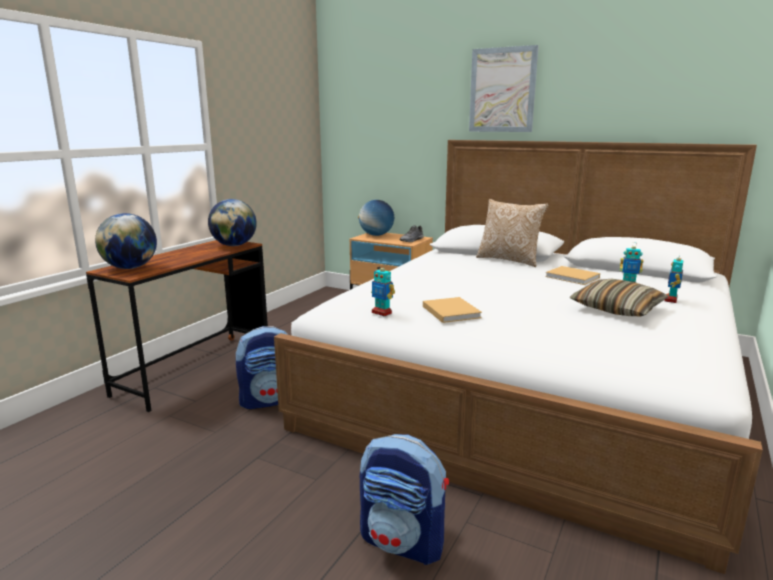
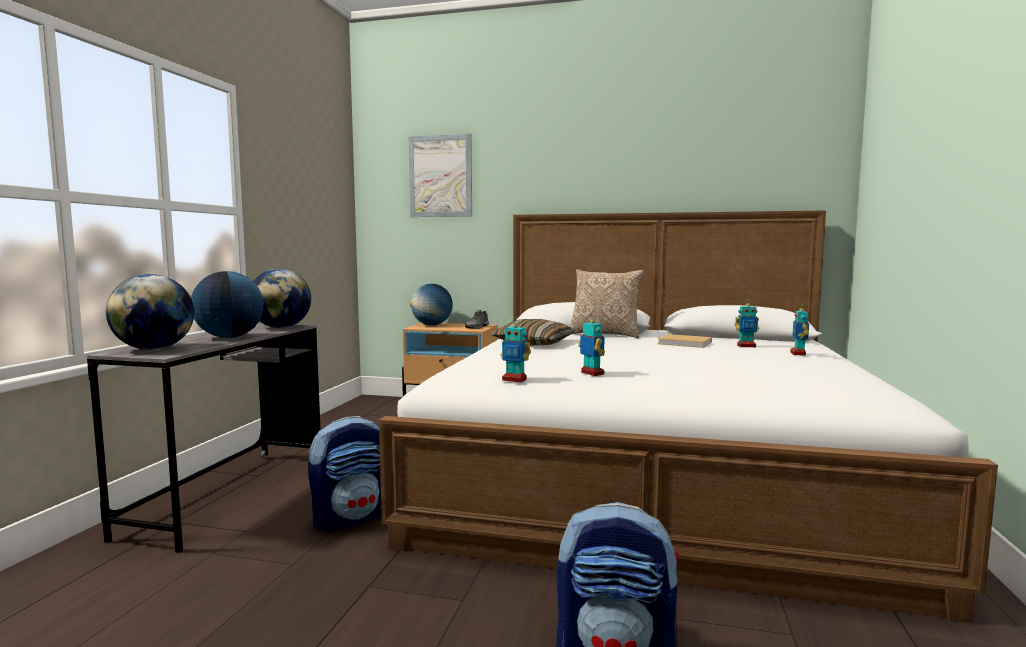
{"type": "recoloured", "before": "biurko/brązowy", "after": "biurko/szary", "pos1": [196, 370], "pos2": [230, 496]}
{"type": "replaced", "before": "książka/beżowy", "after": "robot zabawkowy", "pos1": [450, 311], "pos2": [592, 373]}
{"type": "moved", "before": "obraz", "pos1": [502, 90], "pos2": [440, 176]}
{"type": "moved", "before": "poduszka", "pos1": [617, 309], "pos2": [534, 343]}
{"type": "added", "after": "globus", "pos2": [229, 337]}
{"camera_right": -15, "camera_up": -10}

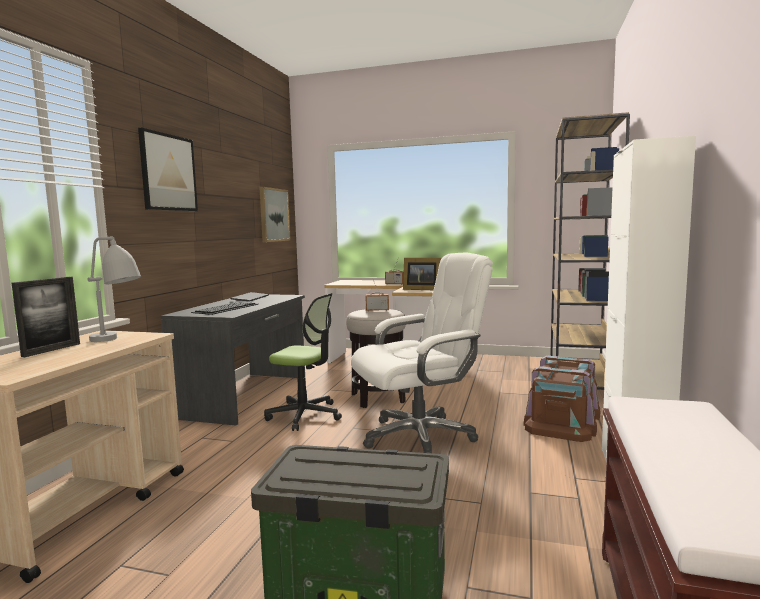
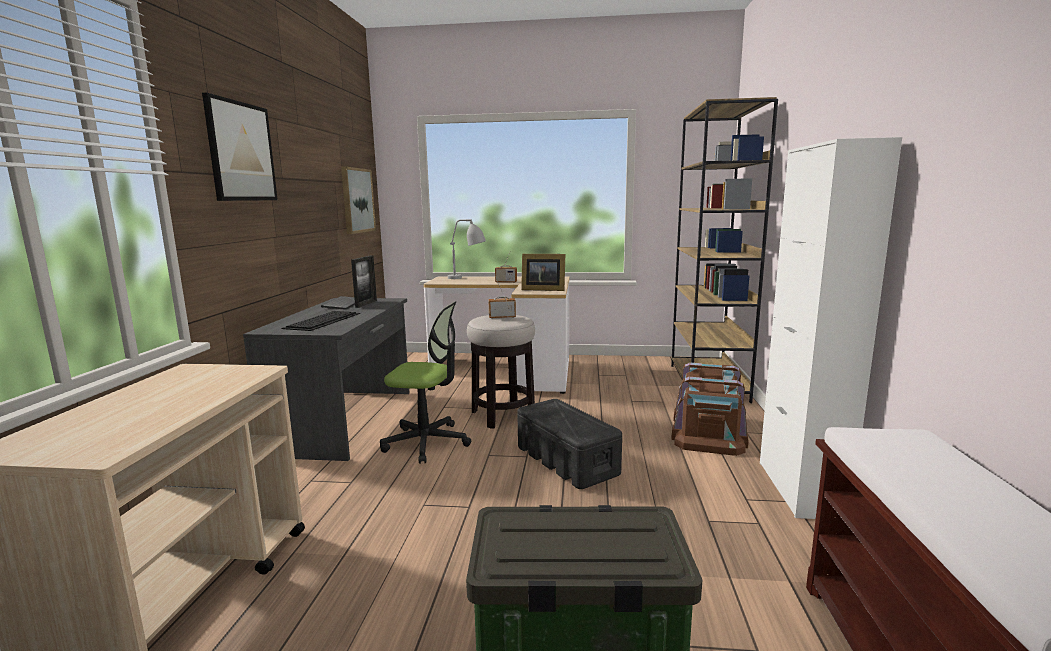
{"type": "moved", "before": "ramka na zdjęcie", "pos1": [52, 350], "pos2": [366, 304]}
{"type": "moved", "before": "lampa stołowa/szary", "pos1": [118, 342], "pos2": [468, 278]}
{"type": "replaced", "before": "krzesło biurowe/biały", "after": "pojemnik do przechowywania/czarny", "pos1": [420, 436], "pos2": [567, 461]}
{"camera_right": -10, "camera_up": 5}

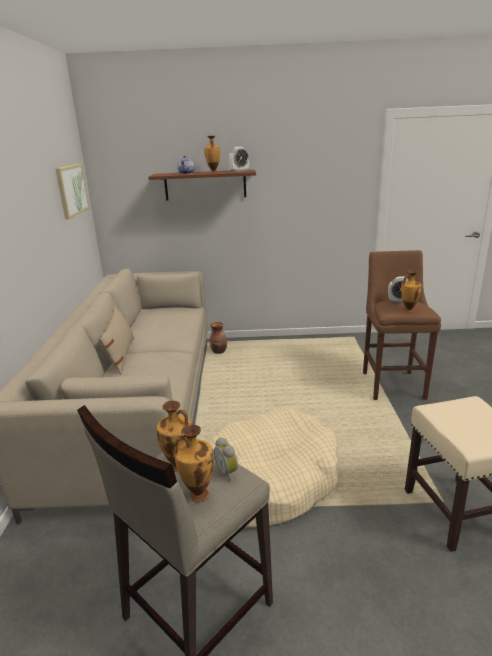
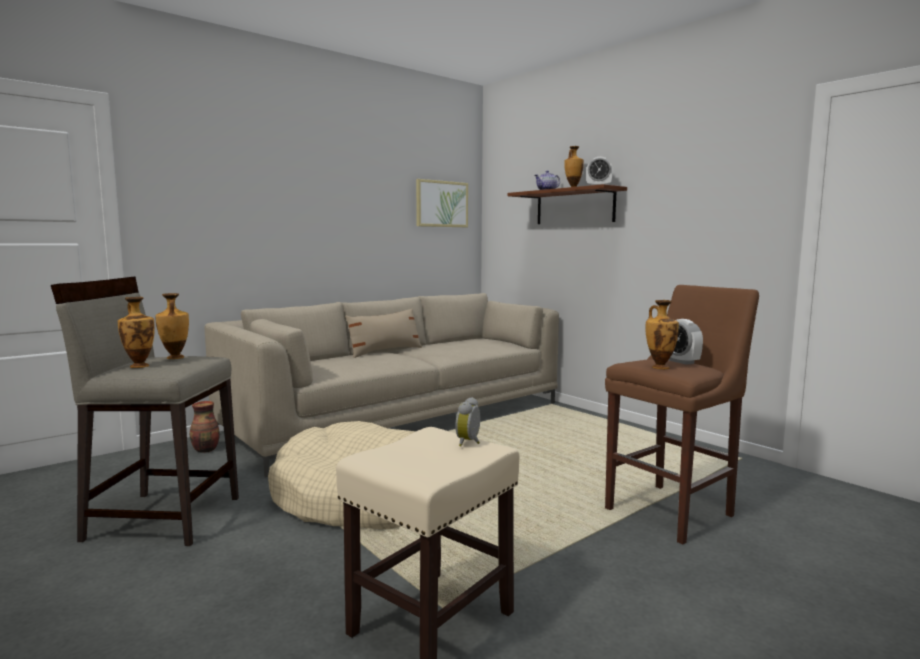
{"type": "moved", "before": "wazon", "pos1": [219, 351], "pos2": [206, 450]}
{"type": "moved", "before": "budzik", "pos1": [228, 472], "pos2": [470, 442]}
{"camera_right": 50, "camera_up": -15}

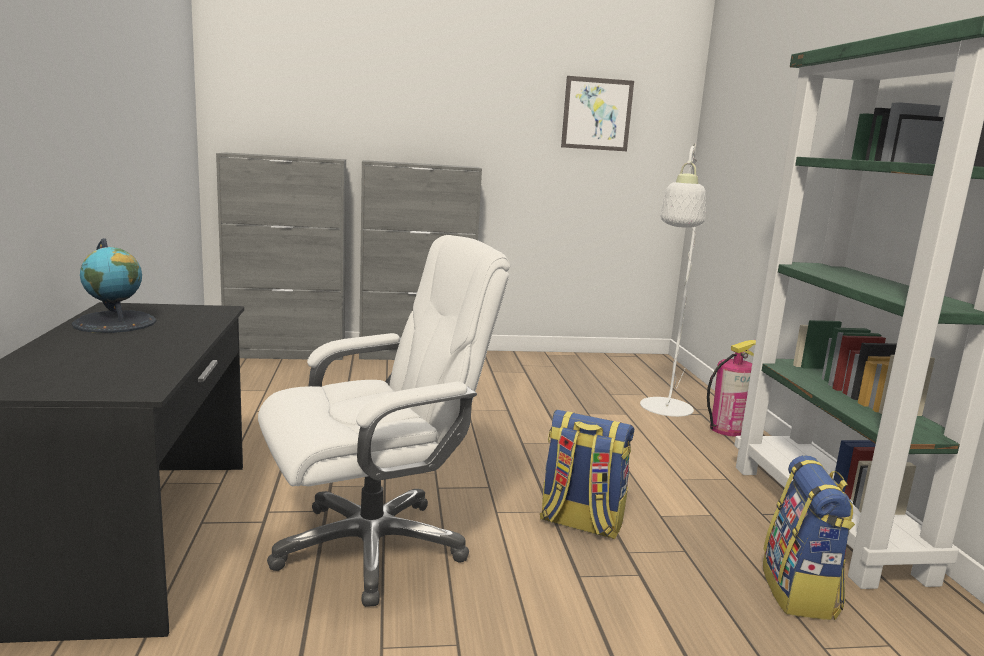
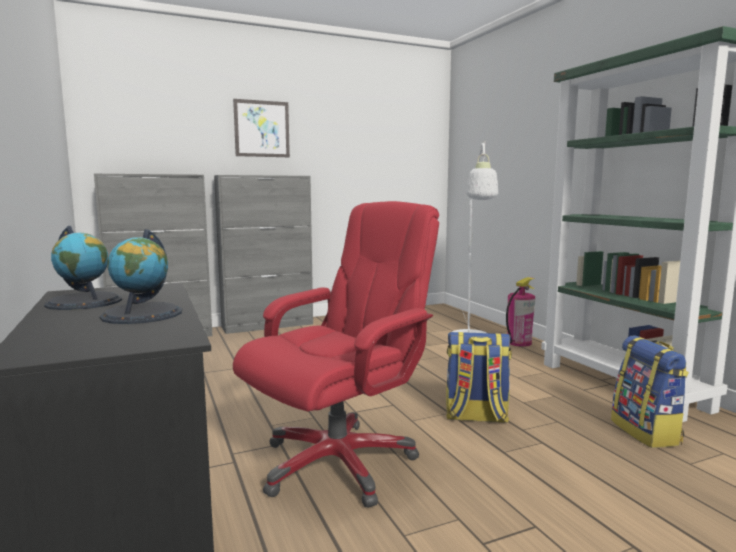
{"type": "recoloured", "before": "krzesło biurowe/biały", "after": "krzesło biurowe/czerwony", "pos1": [373, 546], "pos2": [338, 462]}
{"type": "moved", "before": "obraz", "pos1": [597, 114], "pos2": [262, 129]}
{"type": "added", "after": "globus", "pos2": [142, 314]}
{"camera_right": -15, "camera_up": -5}

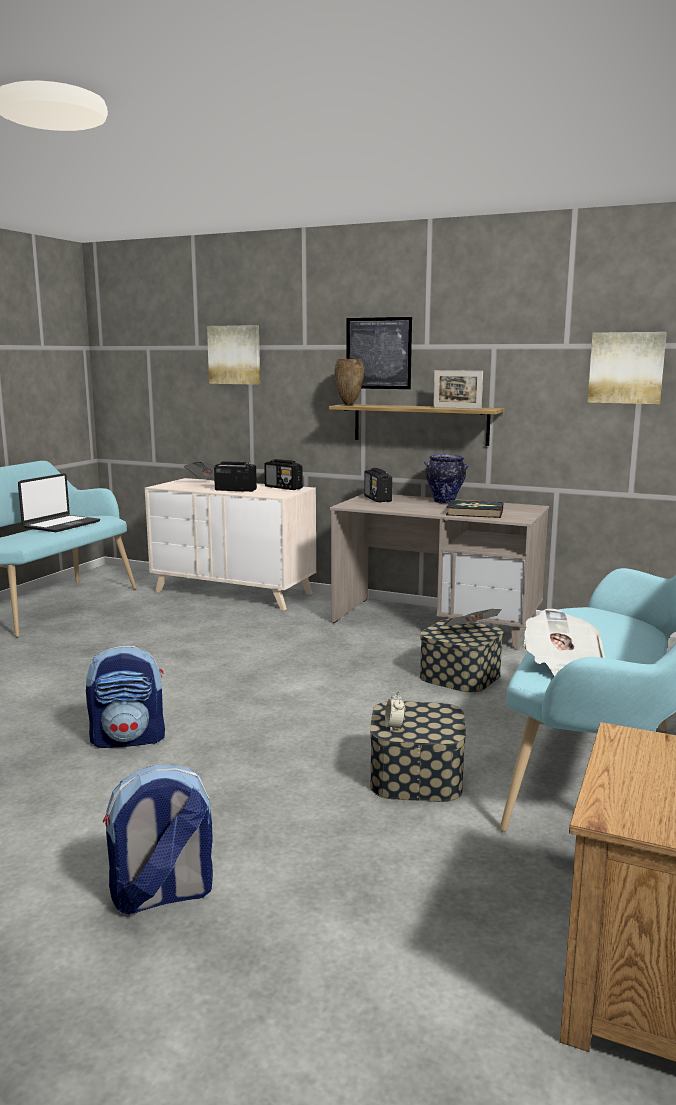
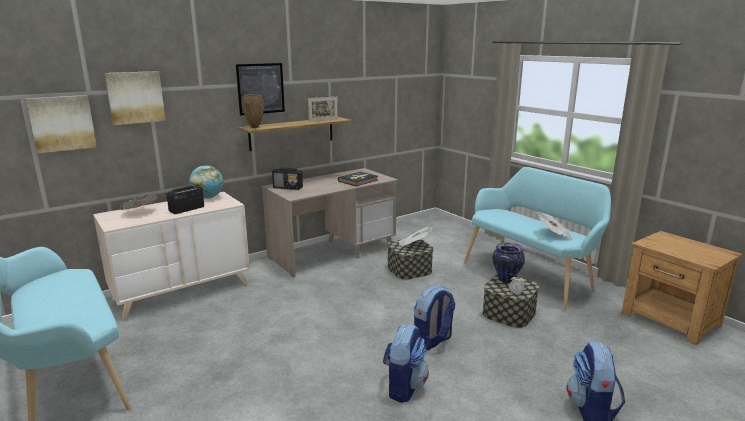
{"type": "removed", "before": "laptop", "pos1": [61, 525]}
{"type": "replaced", "before": "radio", "after": "globus", "pos1": [283, 488], "pos2": [208, 198]}
{"type": "moved", "before": "wazon", "pos1": [445, 501], "pos2": [506, 279]}
{"type": "moved", "before": "obraz", "pos1": [626, 368], "pos2": [62, 123]}
{"type": "added", "after": "plecak", "pos2": [432, 341]}
{"camera_right": -60, "camera_up": 5}

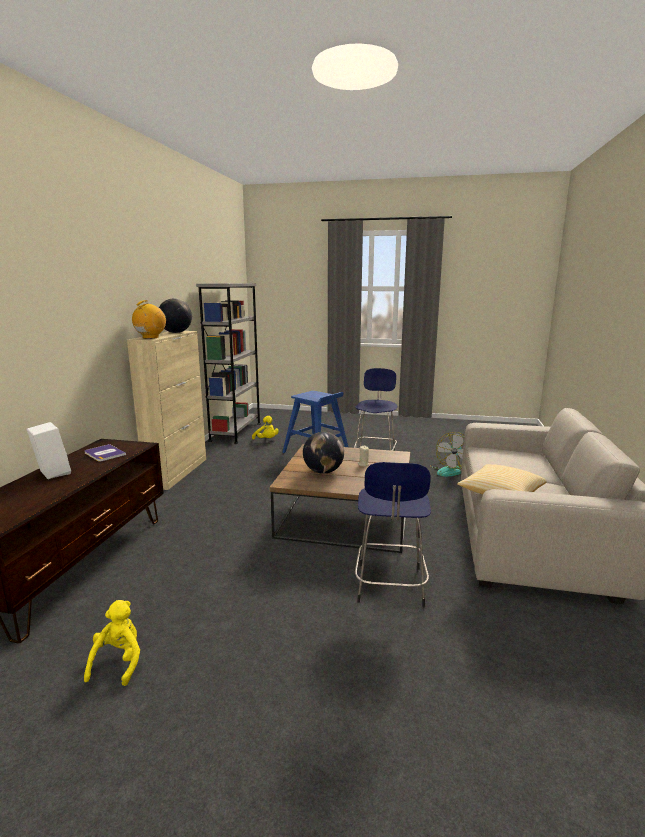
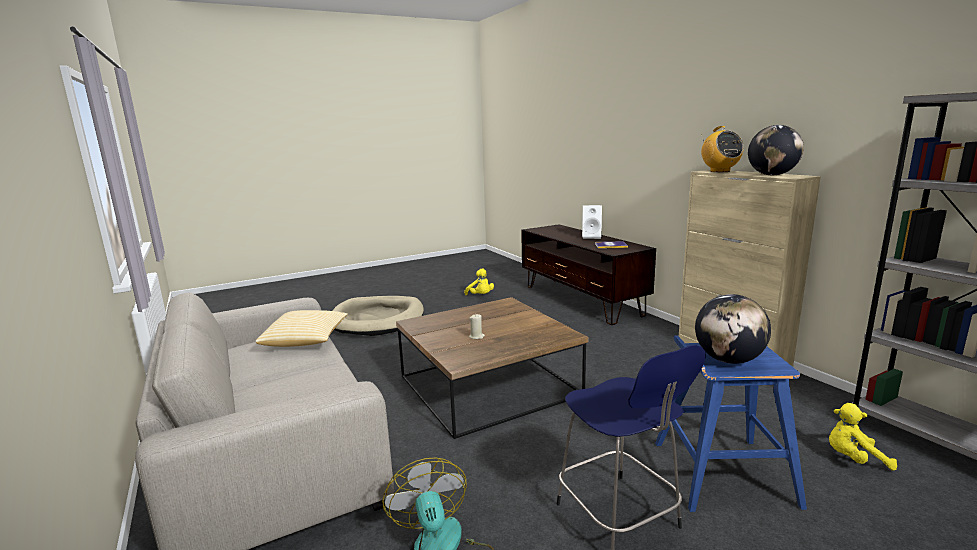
{"type": "moved", "before": "globus", "pos1": [323, 472], "pos2": [728, 360]}
{"type": "removed", "before": "stołek/niebieski", "pos1": [389, 586]}
{"type": "added", "after": "legowisko/beżowy", "pos2": [378, 319]}
{"camera_right": 140, "camera_up": 0}

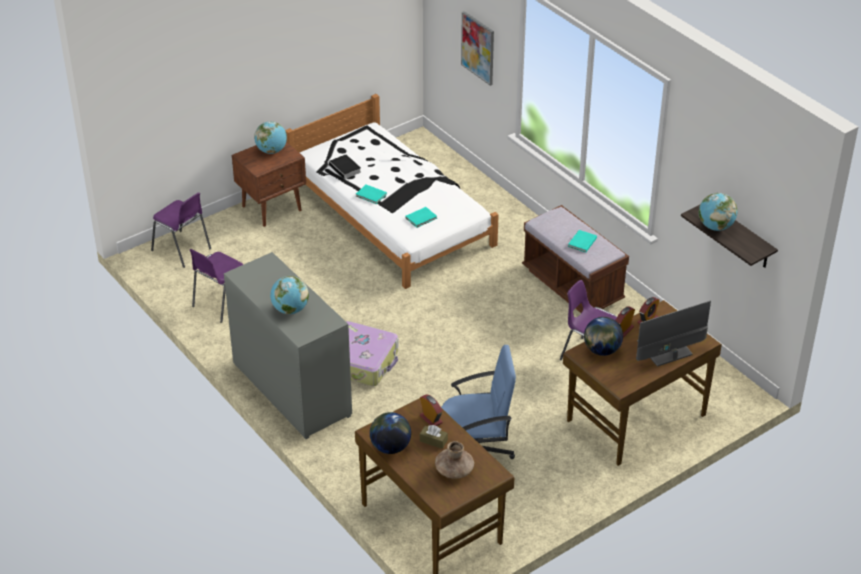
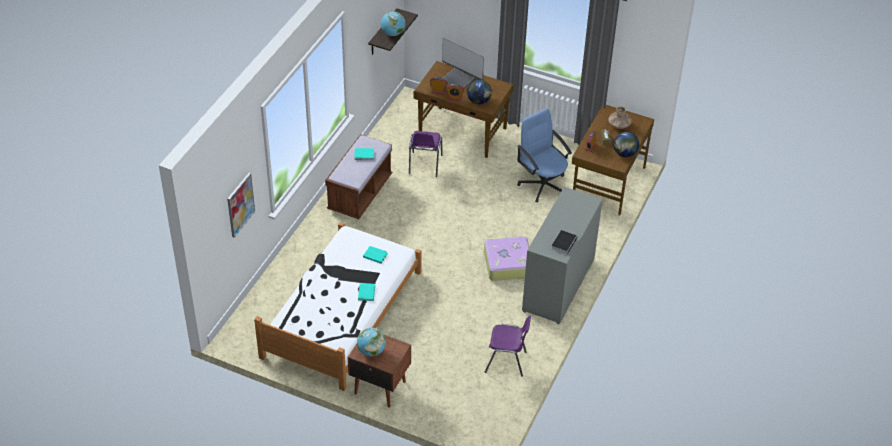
{"type": "removed", "before": "krzesło/fioletowy", "pos1": [182, 250]}
{"type": "removed", "before": "globus", "pos1": [290, 310]}
{"type": "moved", "before": "książka", "pos1": [345, 169], "pos2": [564, 243]}
{"camera_right": -120, "camera_up": 5}

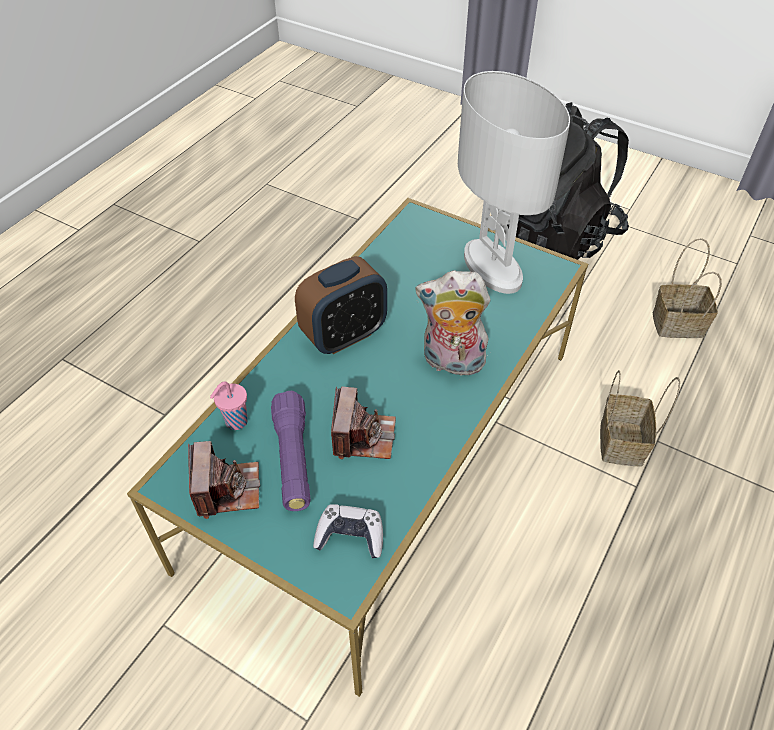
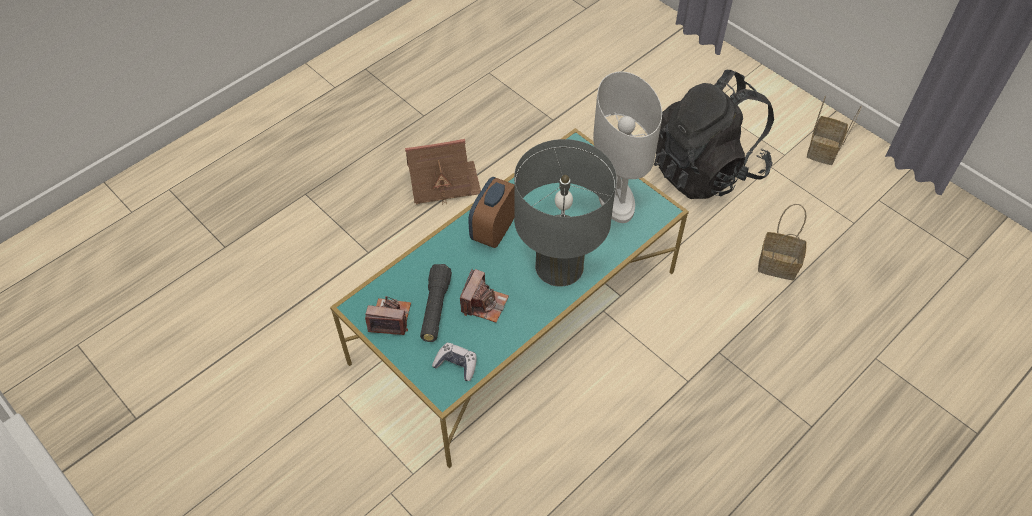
{"type": "turned", "before": "aparat fotograficzny", "pos1": [227, 489], "pos2": [390, 318], "turn": -90}
{"type": "removed", "before": "filiżanka/różowy", "pos1": [235, 422]}
{"type": "recoloured", "before": "latarka/fioletowy", "after": "latarka/czarny", "pos1": [293, 459], "pos2": [435, 308]}
{"type": "turned", "before": "budzik", "pos1": [344, 335], "pos2": [493, 230], "turn": 135}
{"type": "replaced", "before": "pluszak", "after": "lampa stołowa/szary", "pos1": [451, 363], "pos2": [559, 266]}
{"type": "moved", "before": "koszyk", "pos1": [622, 444], "pos2": [823, 151]}
{"type": "added", "after": "domek", "pos2": [443, 183]}
{"camera_right": 15, "camera_up": 5}

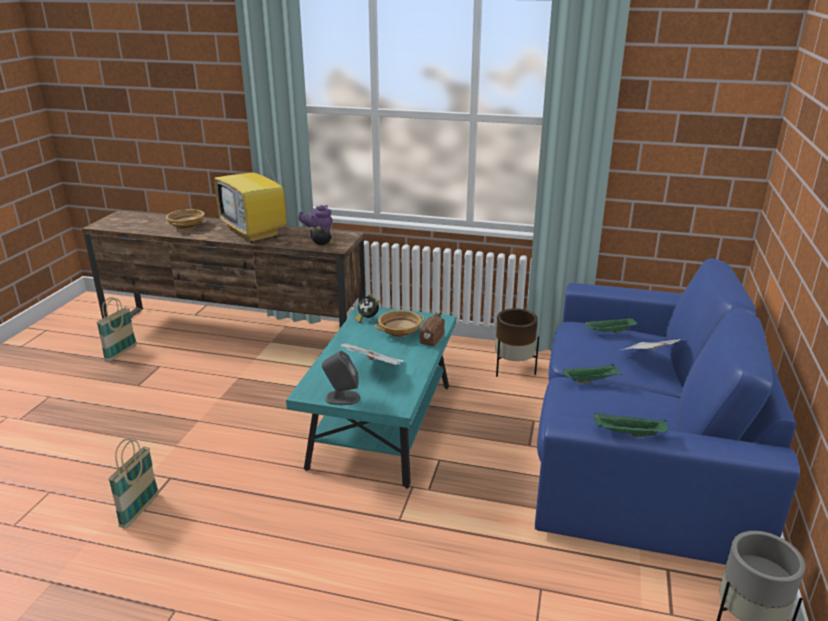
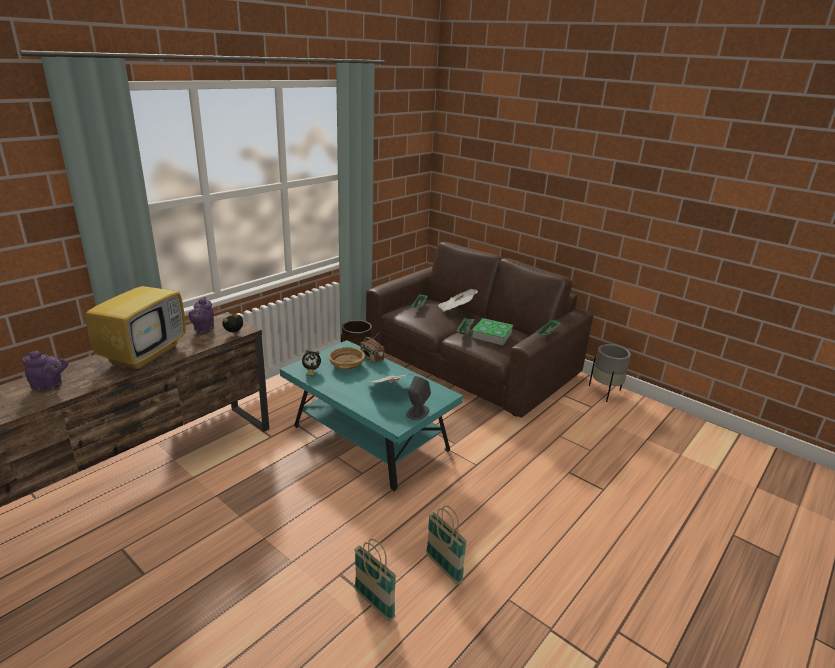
{"type": "moved", "before": "koszyk", "pos1": [121, 353], "pos2": [443, 568]}
{"type": "replaced", "before": "miska/beżowy", "after": "imbryk/fioletowy", "pos1": [187, 226], "pos2": [49, 385]}
{"type": "turned", "before": "telewizor", "pos1": [255, 233], "pos2": [144, 354], "turn": -60}
{"type": "recoloured", "before": "kanapa/niebieski", "after": "kanapa/brązowy", "pos1": [638, 447], "pos2": [470, 362]}
{"type": "added", "after": "książka", "pos2": [491, 335]}
{"camera_right": -65, "camera_up": 0}

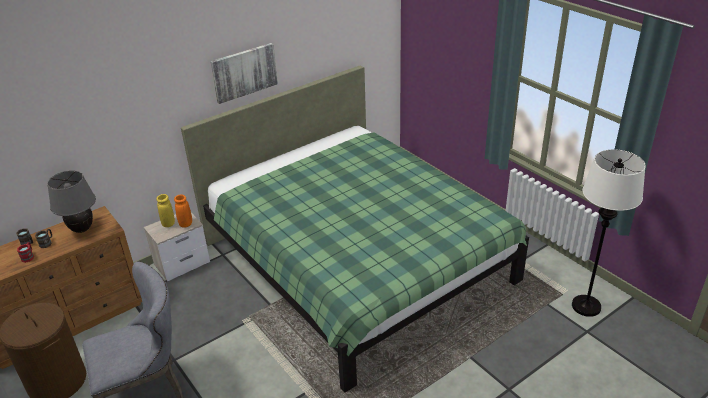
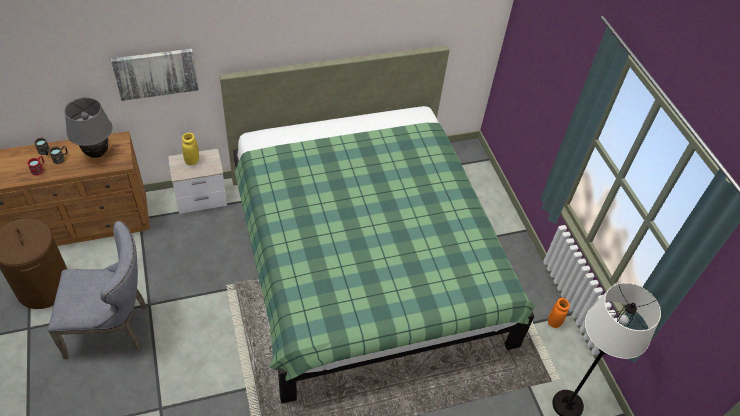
{"type": "moved", "before": "wazon/pomarańczowy", "pos1": [186, 224], "pos2": [554, 322]}
{"type": "moved", "before": "obraz", "pos1": [244, 72], "pos2": [156, 73]}
{"camera_right": 15, "camera_up": 15}

